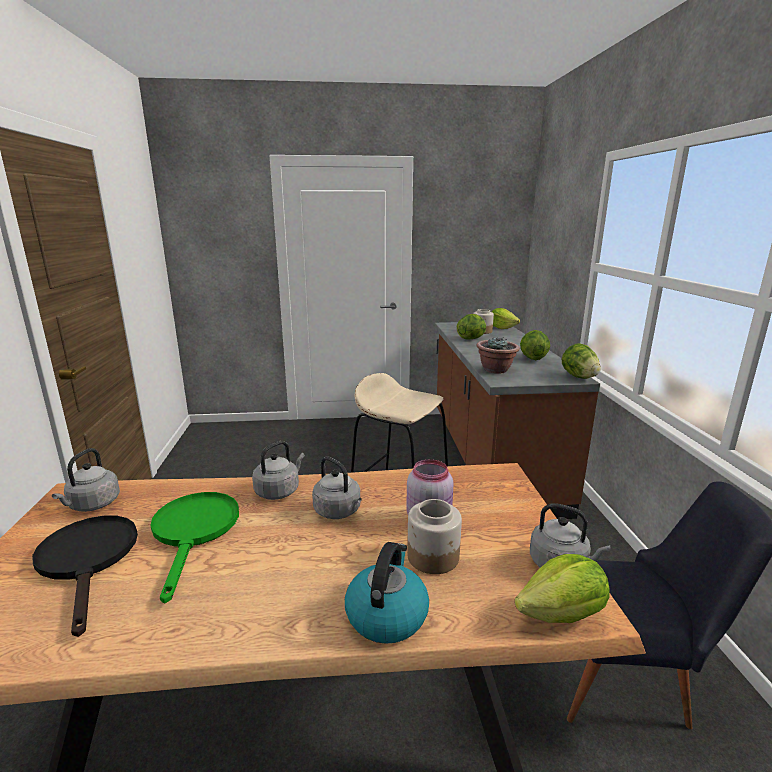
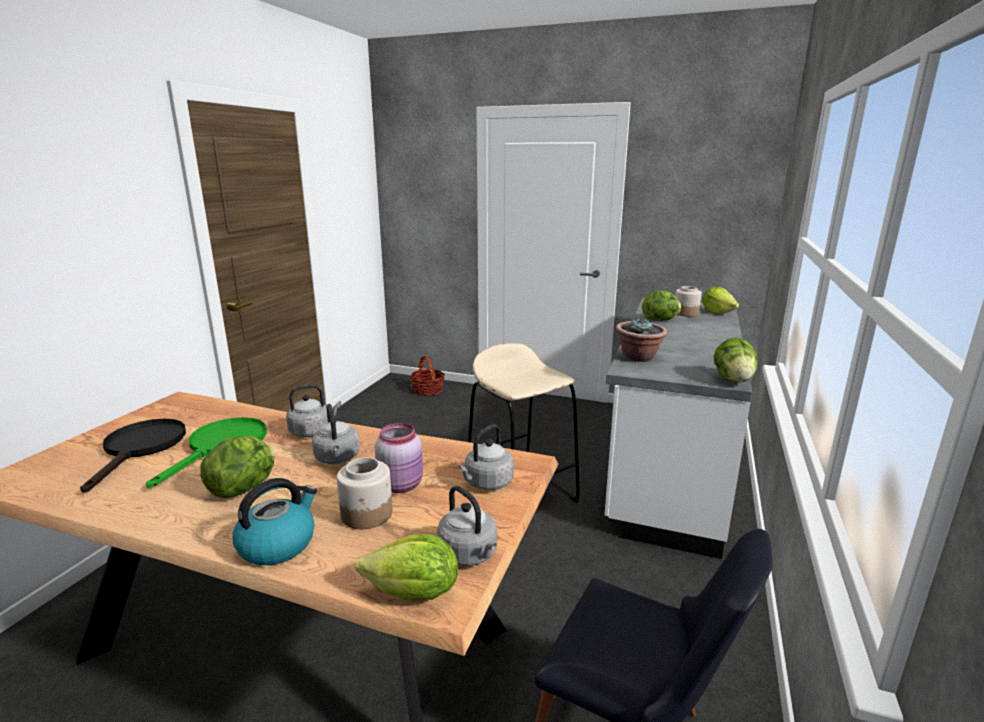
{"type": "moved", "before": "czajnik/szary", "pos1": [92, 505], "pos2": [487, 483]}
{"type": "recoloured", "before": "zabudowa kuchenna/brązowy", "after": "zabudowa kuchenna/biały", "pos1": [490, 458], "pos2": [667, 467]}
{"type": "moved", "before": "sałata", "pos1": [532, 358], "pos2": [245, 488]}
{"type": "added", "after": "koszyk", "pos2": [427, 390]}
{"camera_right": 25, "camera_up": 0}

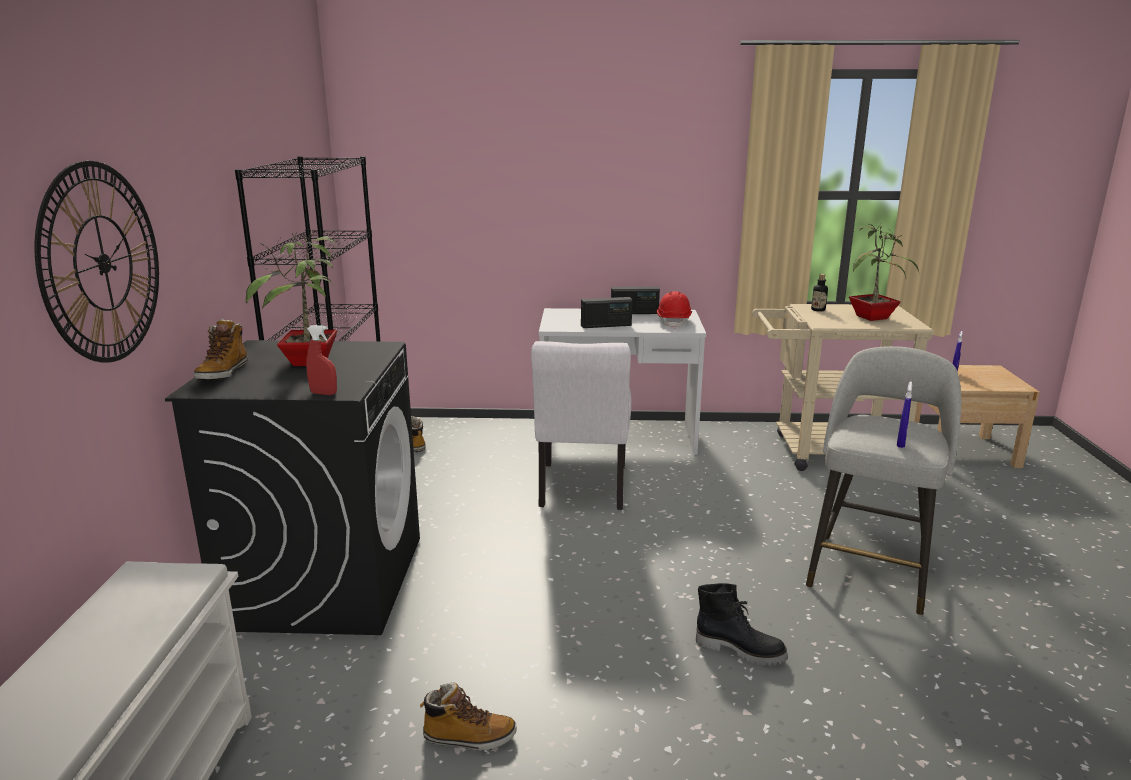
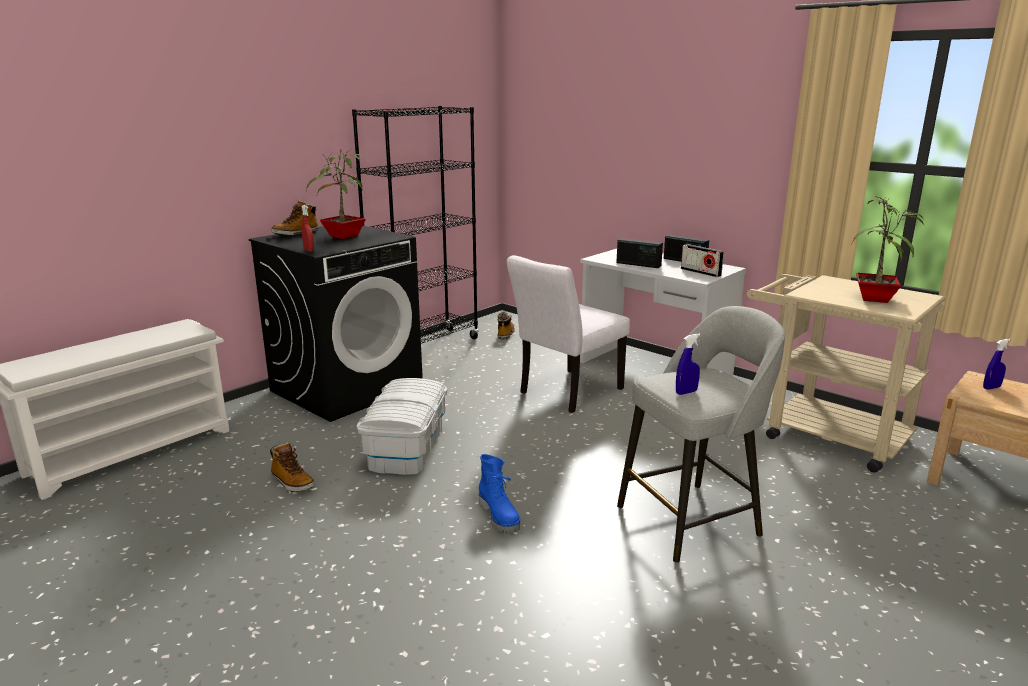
{"type": "removed", "before": "zegar ścienny", "pos1": [103, 263]}
{"type": "replaced", "before": "kask/czerwony", "after": "radio", "pos1": [674, 322], "pos2": [700, 272]}
{"type": "recoloured", "before": "but z cholewką/czarny", "after": "but z cholewką/niebieski", "pos1": [740, 650], "pos2": [500, 516]}
{"type": "removed", "before": "butelka", "pos1": [818, 310]}
{"type": "added", "after": "pojemnik do przechowywania/biały", "pos2": [406, 447]}
{"camera_right": 40, "camera_up": 0}

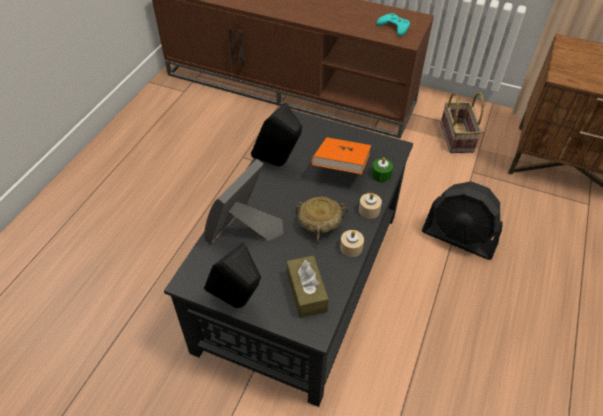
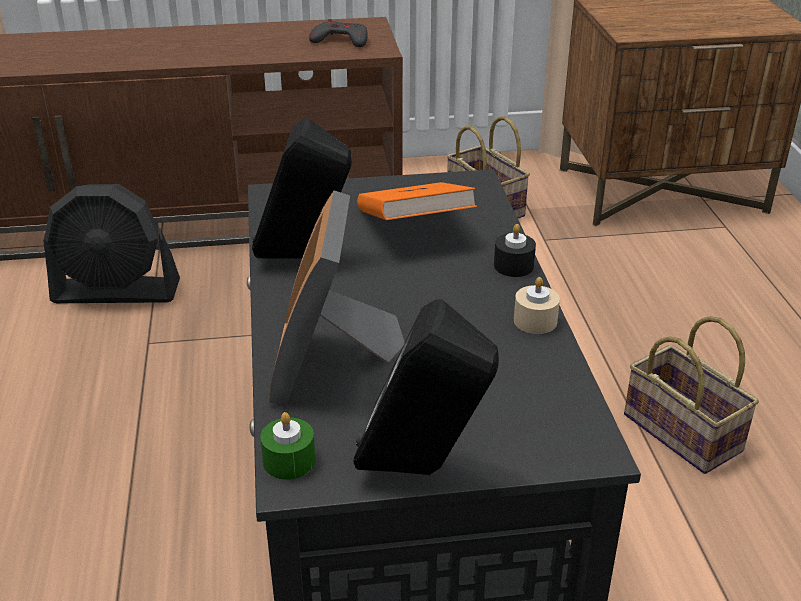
{"type": "removed", "before": "pudełko chusteczek/brązowy", "pos1": [306, 292]}
{"type": "removed", "before": "miska/beżowy", "pos1": [320, 224]}
{"type": "recoloured", "before": "świeca/beżowy", "after": "świeca/czarny", "pos1": [369, 210], "pos2": [513, 266]}
{"type": "moved", "before": "świeca/zielony", "pos1": [381, 175], "pos2": [289, 461]}
{"type": "recoloured", "before": "pad do gier/turkusowy", "after": "pad do gier/szary", "pos1": [394, 27], "pos2": [340, 40]}
{"type": "moved", "before": "wentylator/czarny", "pos1": [459, 238], "pos2": [117, 292]}
{"type": "added", "after": "koszyk", "pos2": [686, 433]}
{"camera_right": -30, "camera_up": -15}

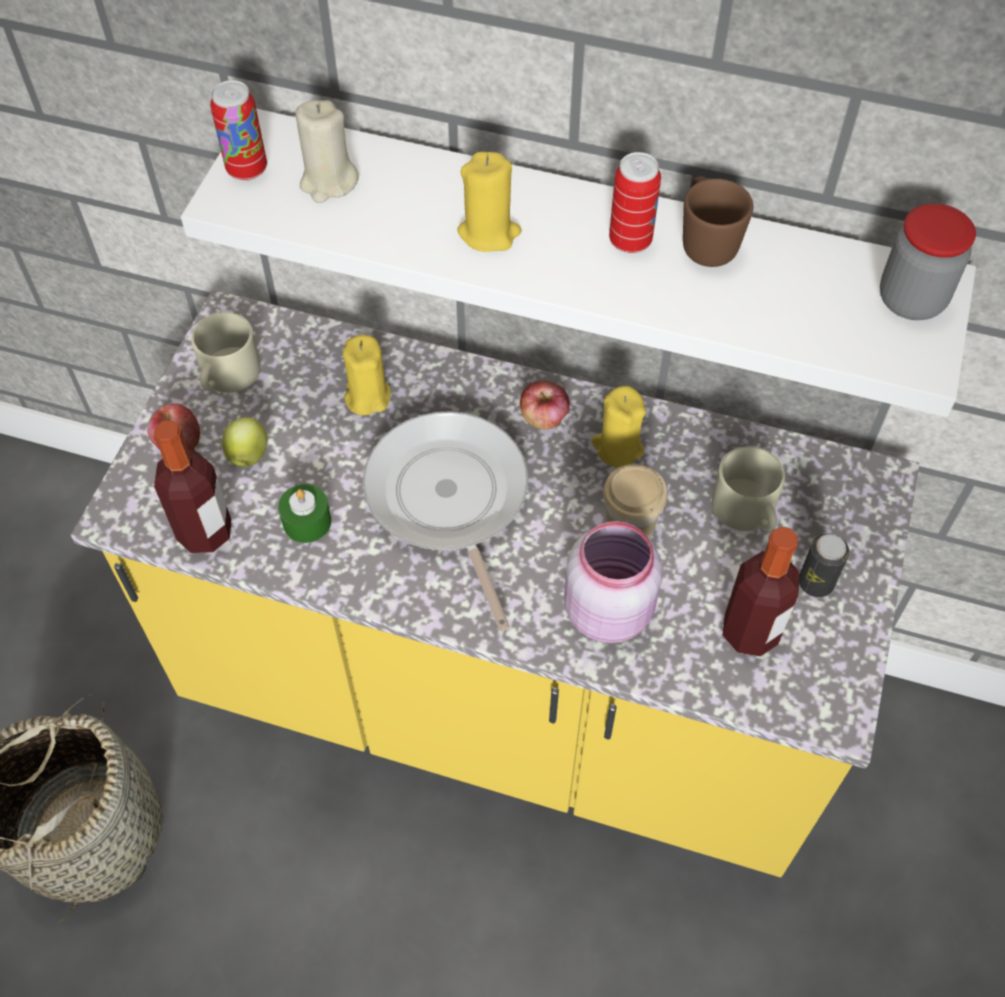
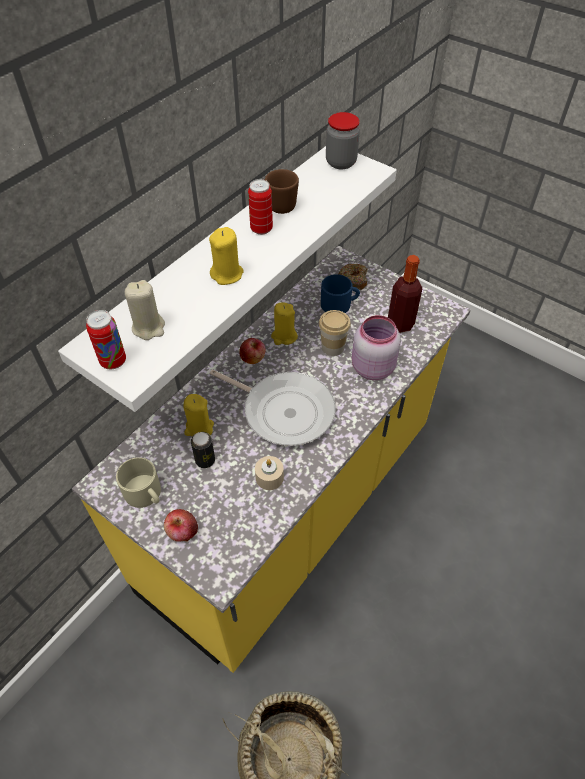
{"type": "removed", "before": "butelka", "pos1": [205, 532]}
{"type": "removed", "before": "jabłko", "pos1": [248, 454]}
{"type": "recoloured", "before": "świeca/zielony", "after": "świeca/beżowy", "pos1": [307, 521], "pos2": [269, 477]}
{"type": "turned", "before": "patelnia", "pos1": [449, 500], "pos2": [284, 410], "turn": -150}
{"type": "recoloured", "before": "kubek/beżowy", "after": "kubek/niebieski", "pos1": [747, 511], "pos2": [339, 304]}
{"type": "moved", "before": "puszka", "pos1": [815, 583], "pos2": [205, 460]}
{"type": "added", "after": "donut", "pos2": [353, 280]}
{"camera_right": -70, "camera_up": -5}

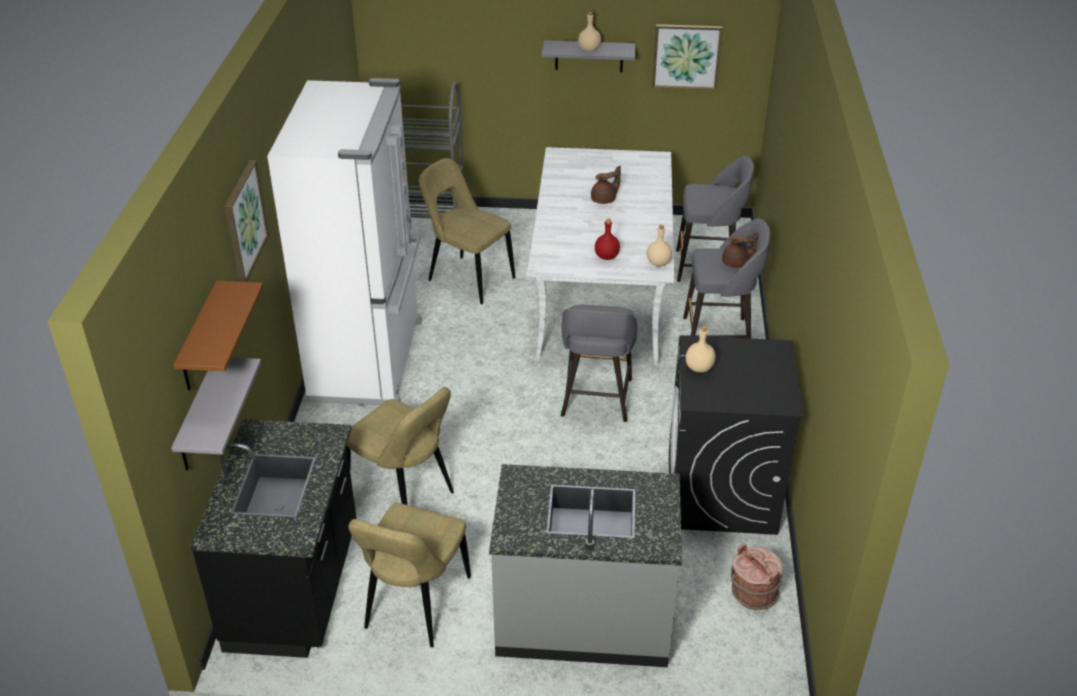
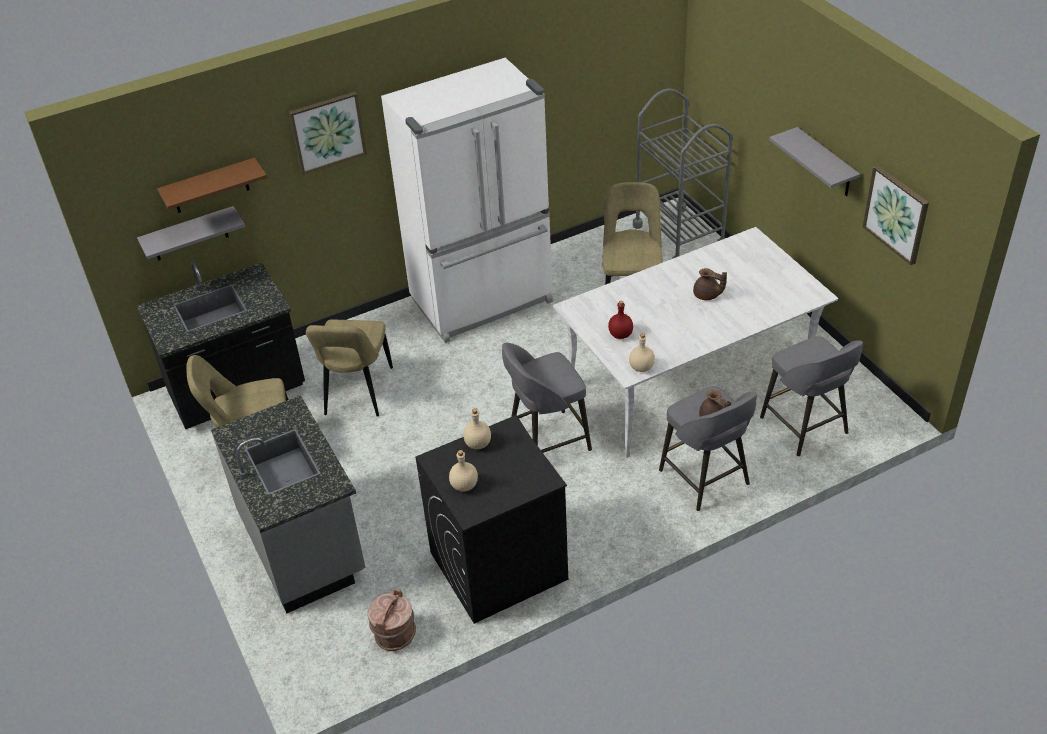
{"type": "moved", "before": "butelka/beżowy", "pos1": [589, 50], "pos2": [464, 486]}
{"camera_right": 60, "camera_up": 5}

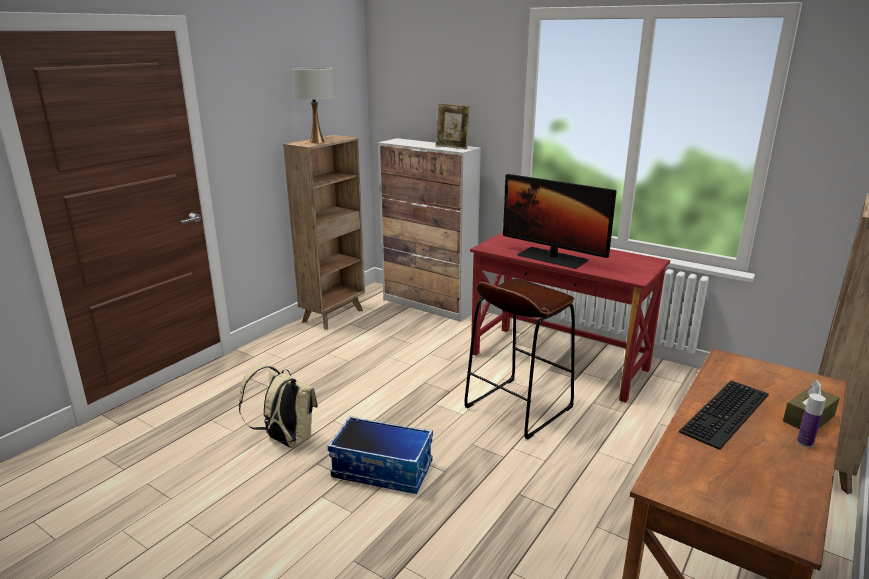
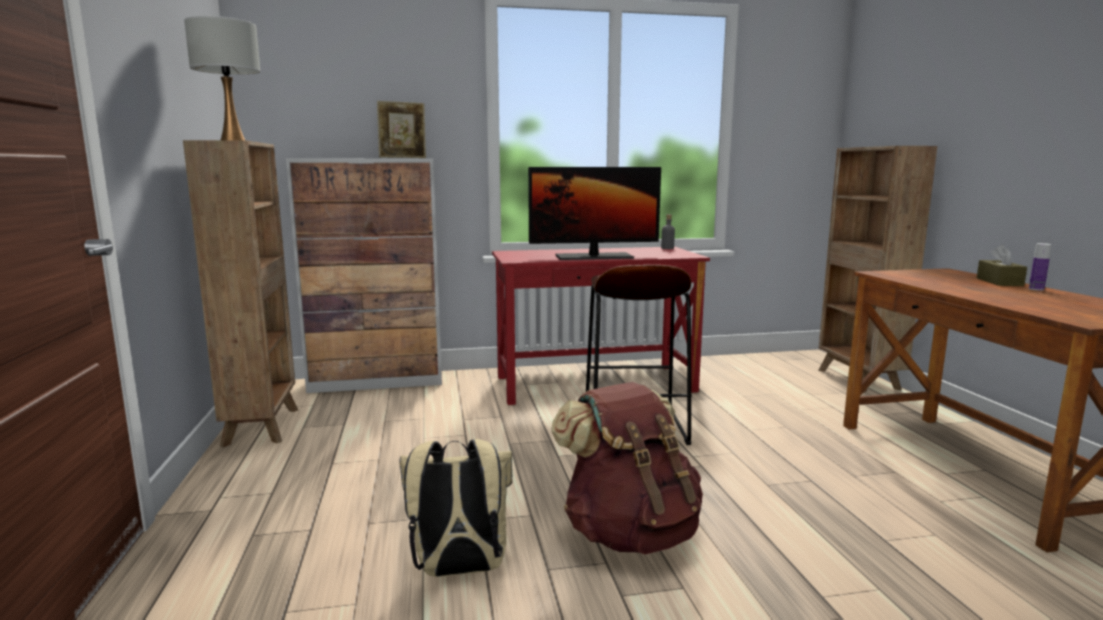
{"type": "replaced", "before": "pojemnik do przechowywania", "after": "plecak/brązowy", "pos1": [383, 470], "pos2": [629, 532]}
{"type": "removed", "before": "klawiatura", "pos1": [727, 414]}
{"type": "added", "after": "butelka/szary", "pos2": [667, 248]}
{"camera_right": -45, "camera_up": -10}

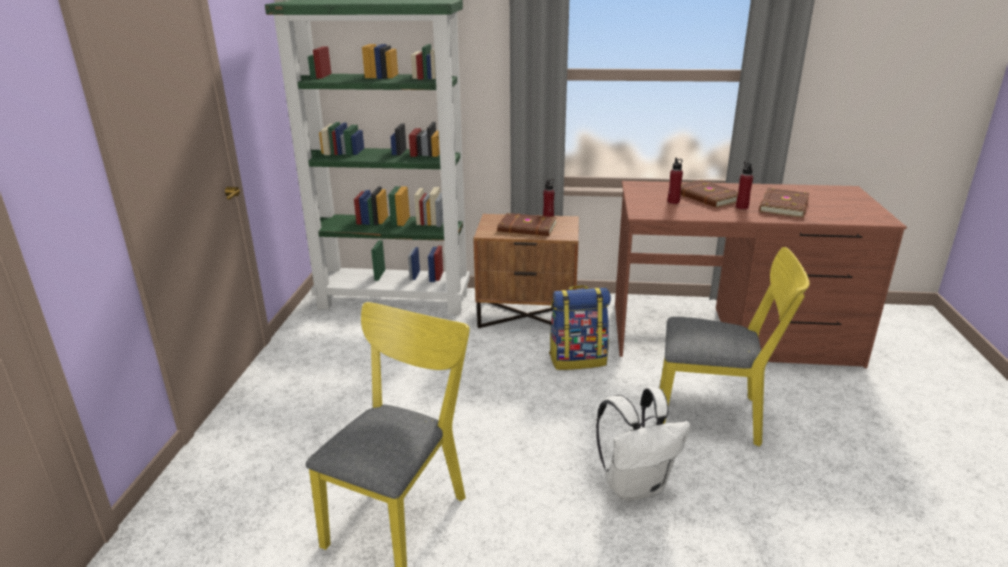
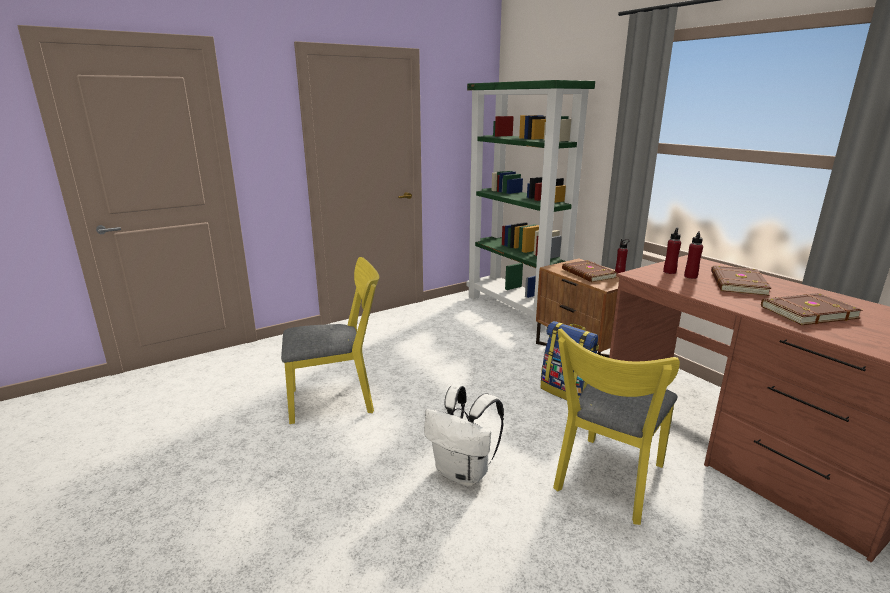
{"type": "turned", "before": "krzesło/żółty", "pos1": [717, 415], "pos2": [607, 482], "turn": 60}
{"type": "moved", "before": "butelka/czerwony", "pos1": [742, 207], "pos2": [669, 272]}
{"camera_right": 50, "camera_up": -5}

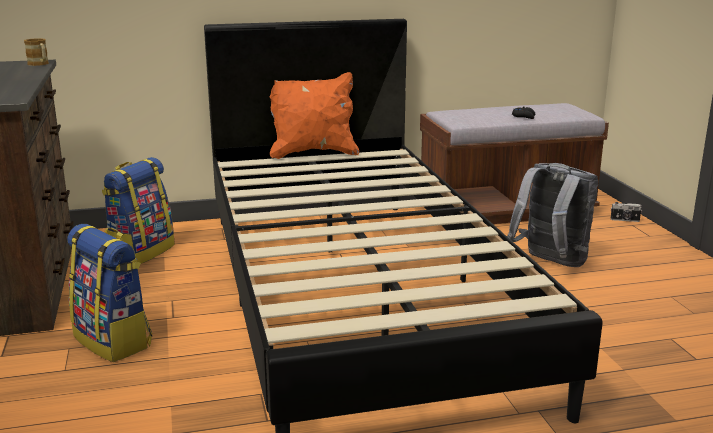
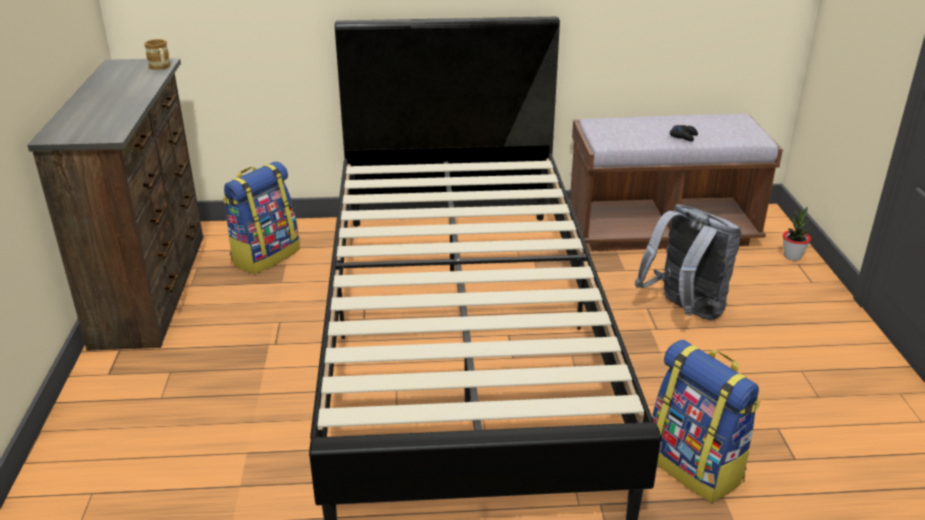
{"type": "moved", "before": "plecak", "pos1": [114, 341], "pos2": [696, 467]}
{"type": "removed", "before": "poduszka/pomarańczowy", "pos1": [313, 153]}
{"type": "replaced", "before": "aparat fotograficzny", "after": "roślina doniczkowa", "pos1": [625, 220], "pos2": [792, 256]}
{"camera_right": 10, "camera_up": 10}

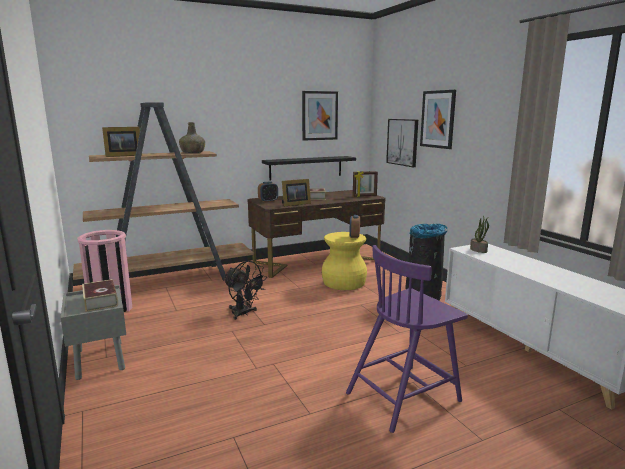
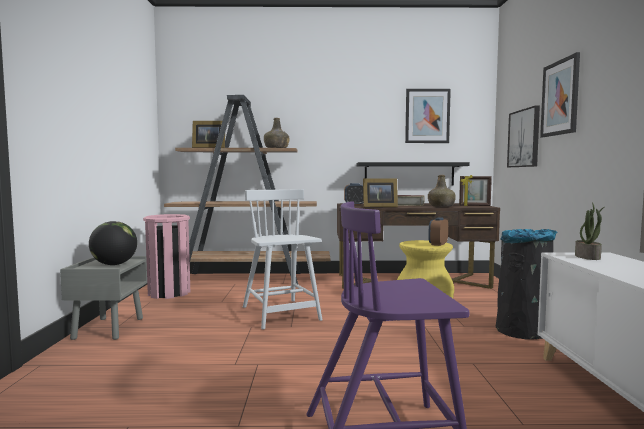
{"type": "replaced", "before": "książka", "after": "globus", "pos1": [100, 301], "pos2": [114, 264]}
{"type": "replaced", "before": "wentylator/czarny", "after": "krzesło/biały", "pos1": [244, 314], "pos2": [281, 314]}
{"type": "added", "after": "butelka/zielony", "pos2": [441, 206]}
{"camera_right": 25, "camera_up": -10}

